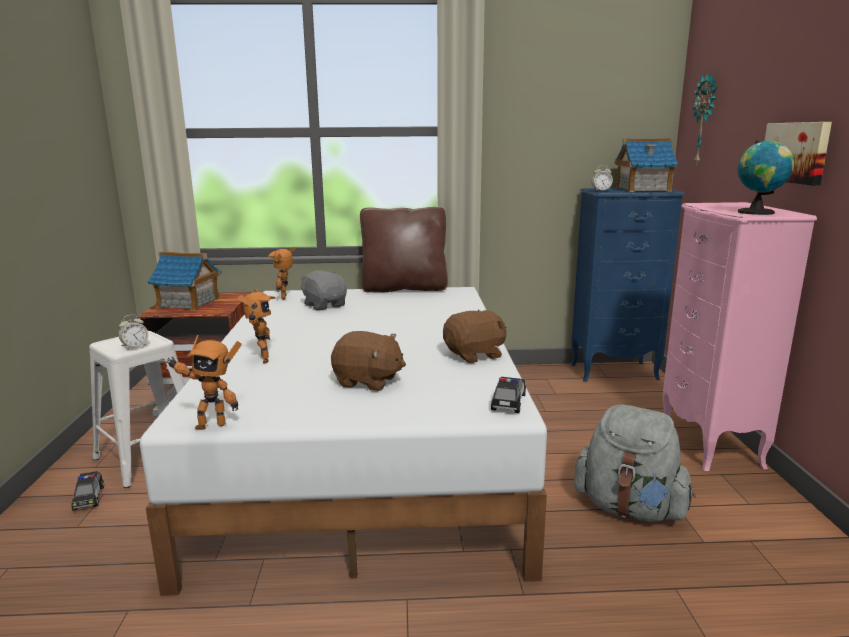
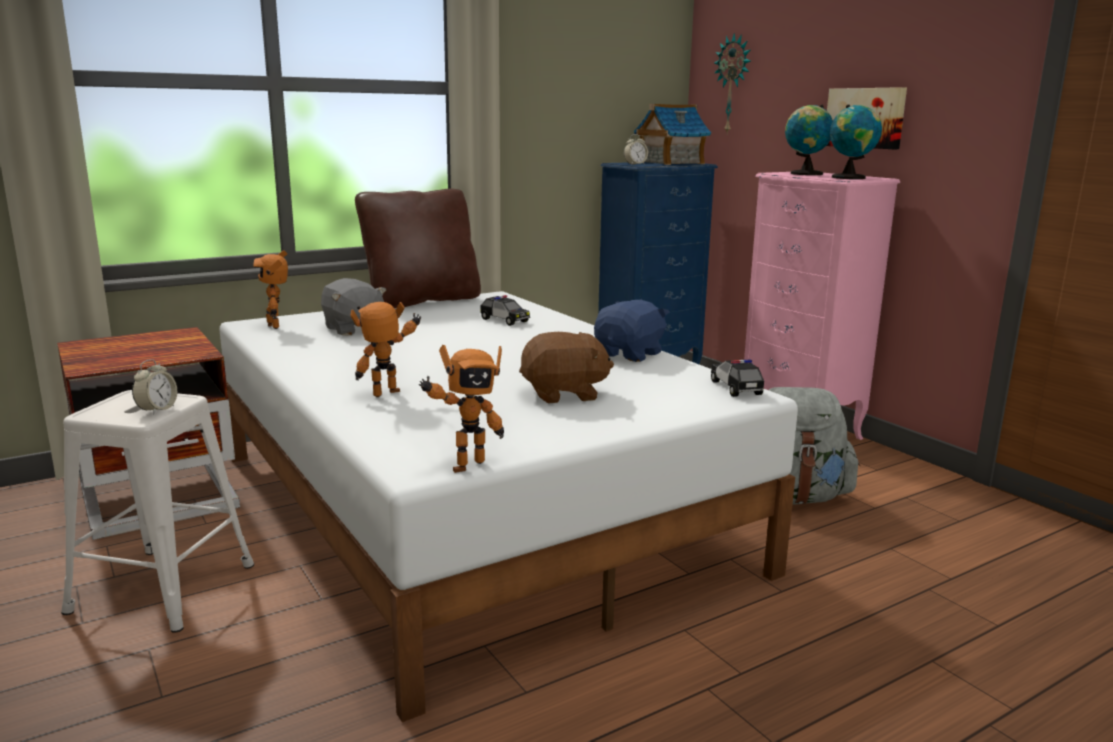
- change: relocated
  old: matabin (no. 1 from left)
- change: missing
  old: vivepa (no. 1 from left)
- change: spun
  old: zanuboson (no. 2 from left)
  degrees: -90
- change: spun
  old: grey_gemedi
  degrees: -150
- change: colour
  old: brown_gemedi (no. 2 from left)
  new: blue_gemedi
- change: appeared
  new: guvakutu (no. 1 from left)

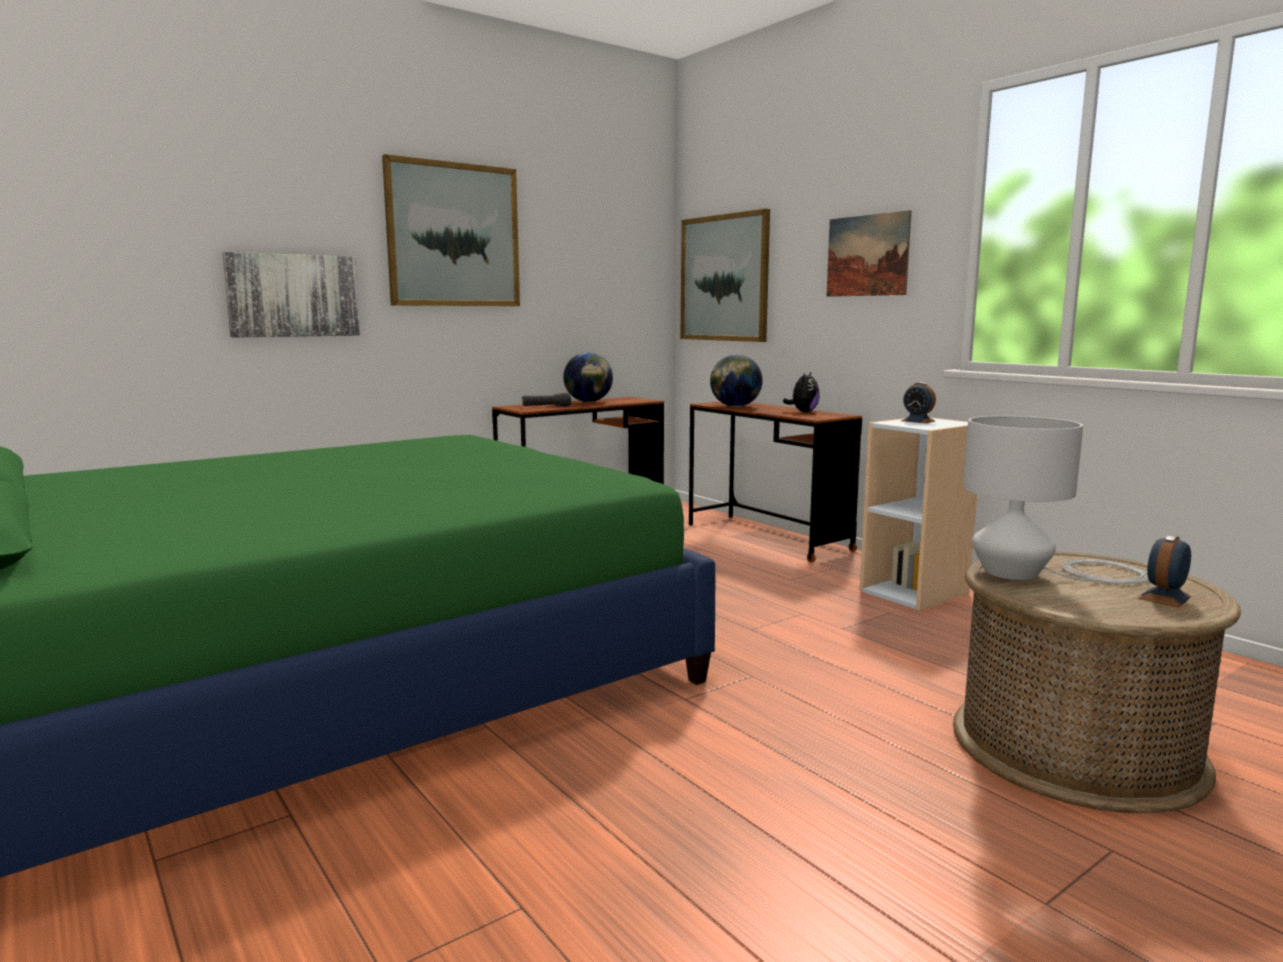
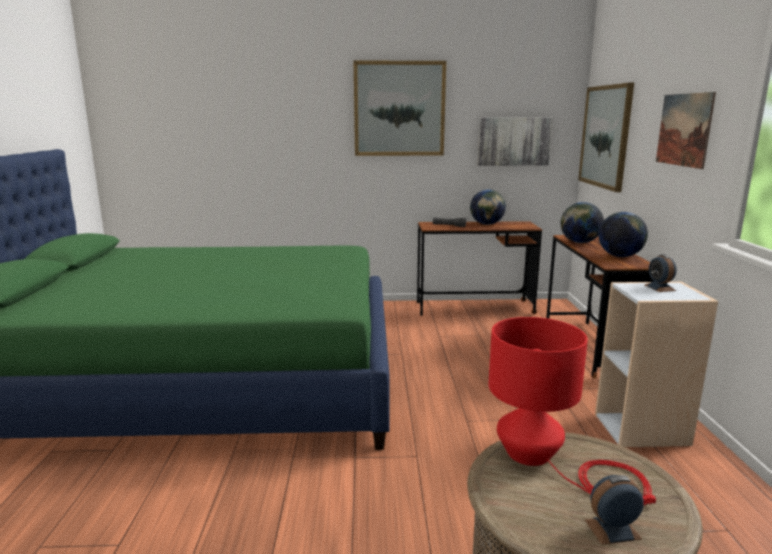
- change: relocated
  old: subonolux (no. 1 from left in the first image)
  new: subonolux (no. 2 from left)
- change: exchanged
  old: gemedi
  new: guvakutu (no. 3 from left)
- change: colour
  old: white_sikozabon
  new: red_sikozabon

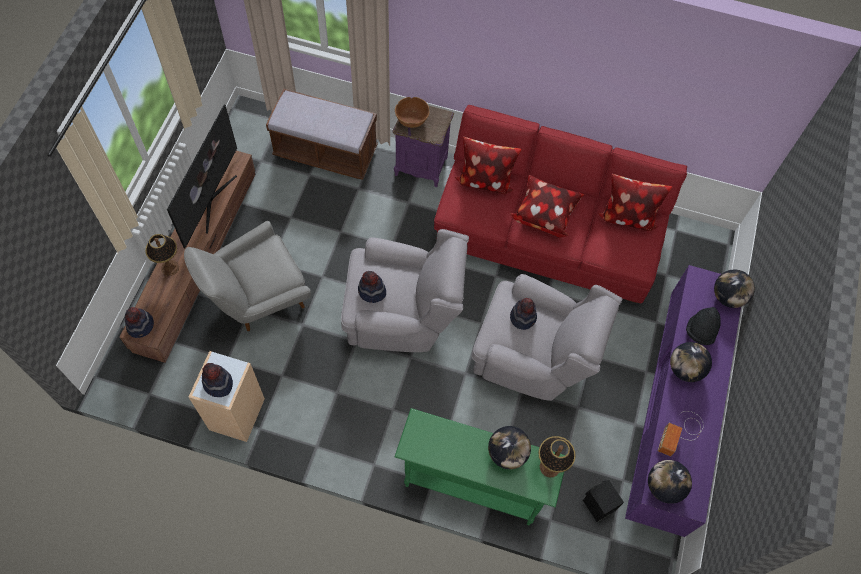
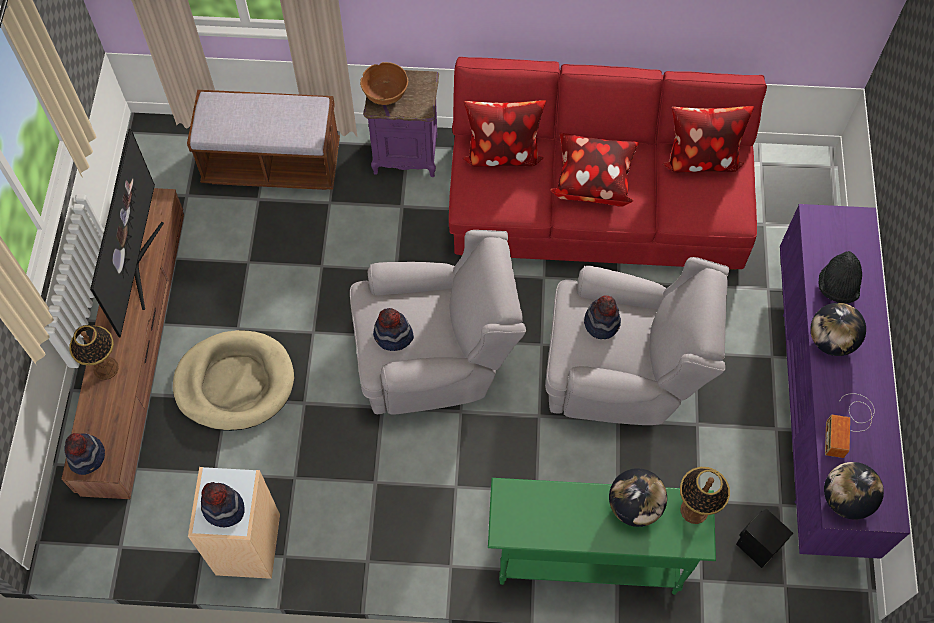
- change: exchanged
  old: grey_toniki (no. 1 from left)
  new: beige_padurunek
- change: missing
  old: guvakutu (no. 4 from left)

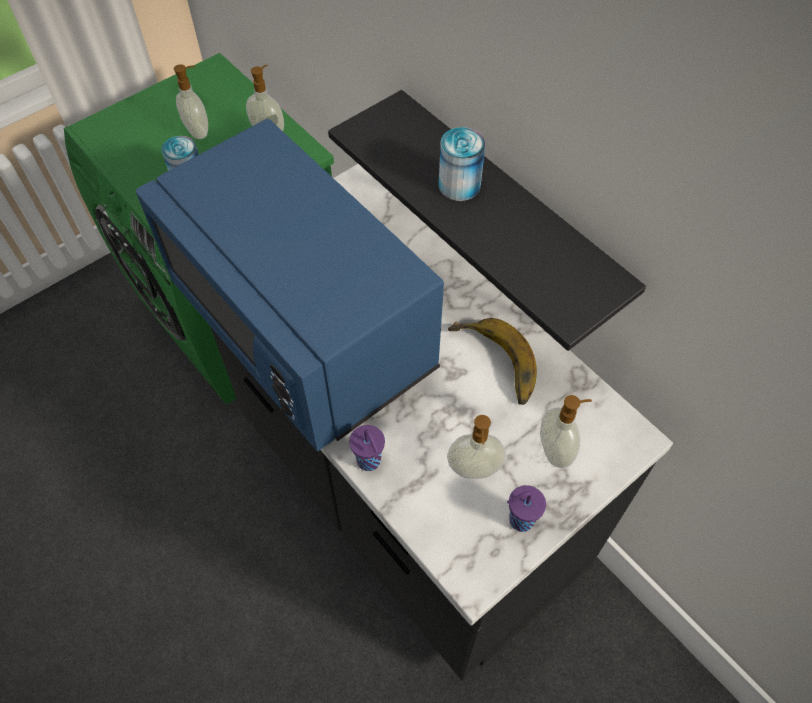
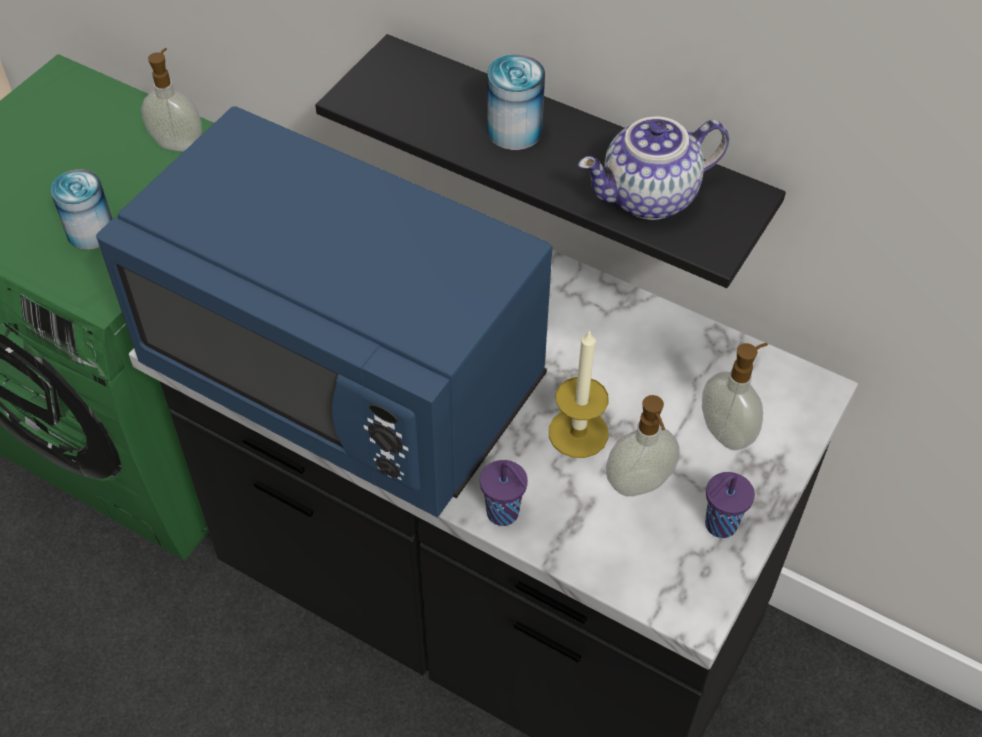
- change: missing
  old: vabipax (no. 1 from left)
- change: missing
  old: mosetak
- change: appeared
  new: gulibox
- change: appeared
  new: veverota

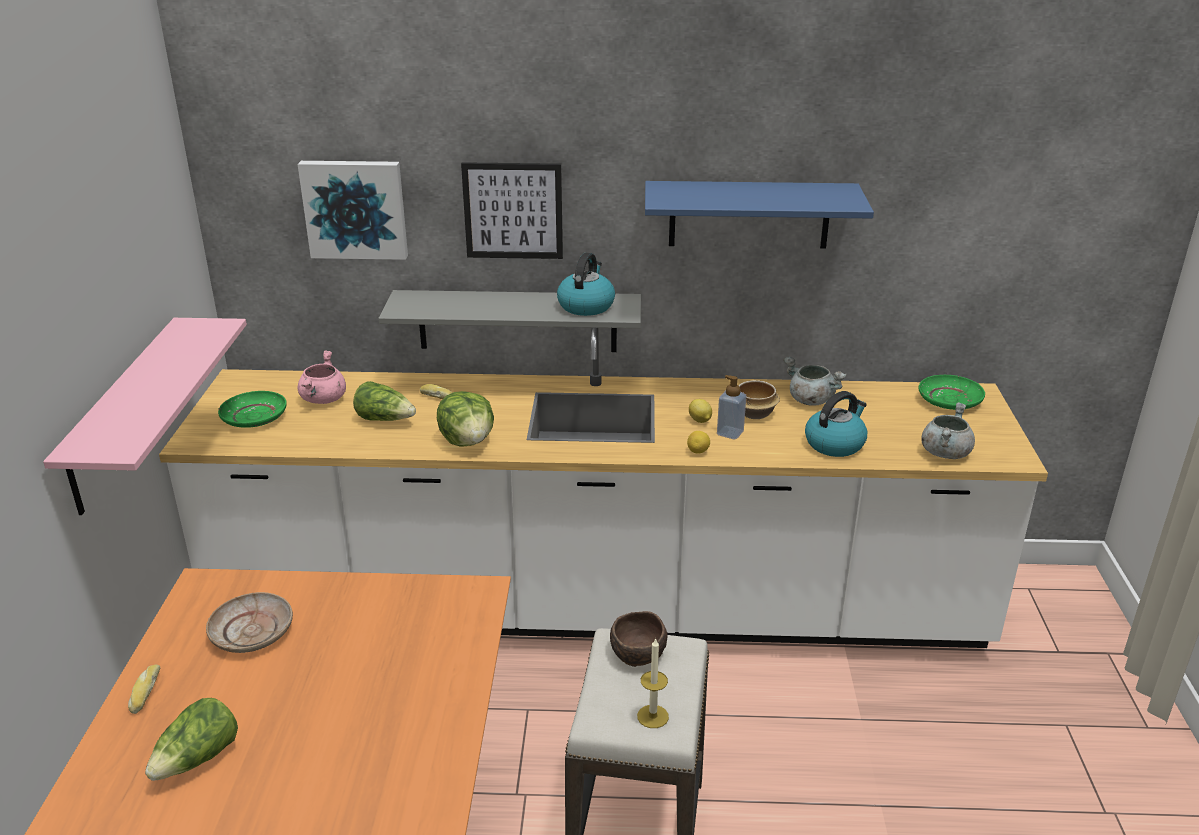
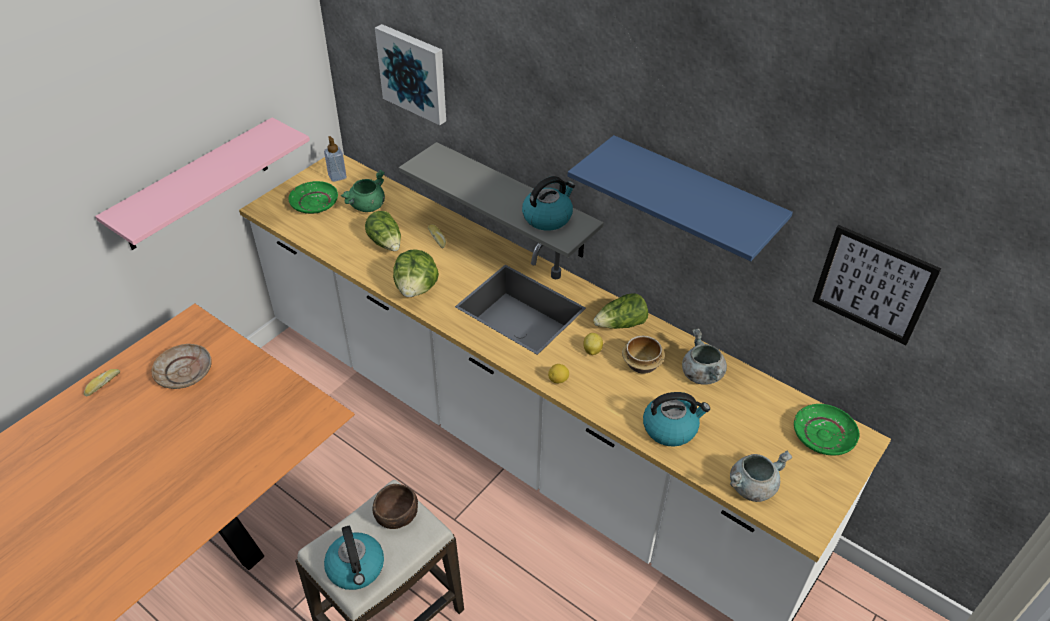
- change: relocated
  old: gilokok (no. 1 from left in the first image)
  new: gilokok (no. 3 from left)
- change: colour
  old: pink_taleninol
  new: green_taleninol
- change: relocated
  old: subonolux (no. 2 from left)
- change: exchanged
  old: gulibox
  new: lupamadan (no. 1 from left)
- change: relocated
  old: vabipax

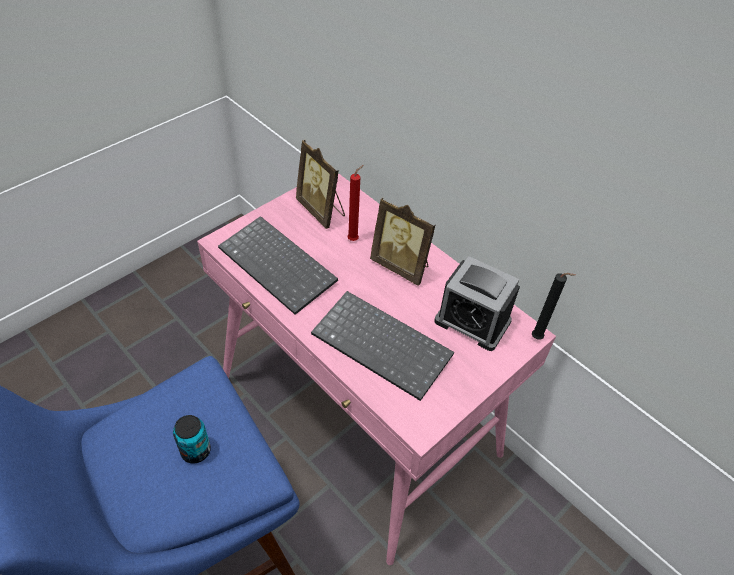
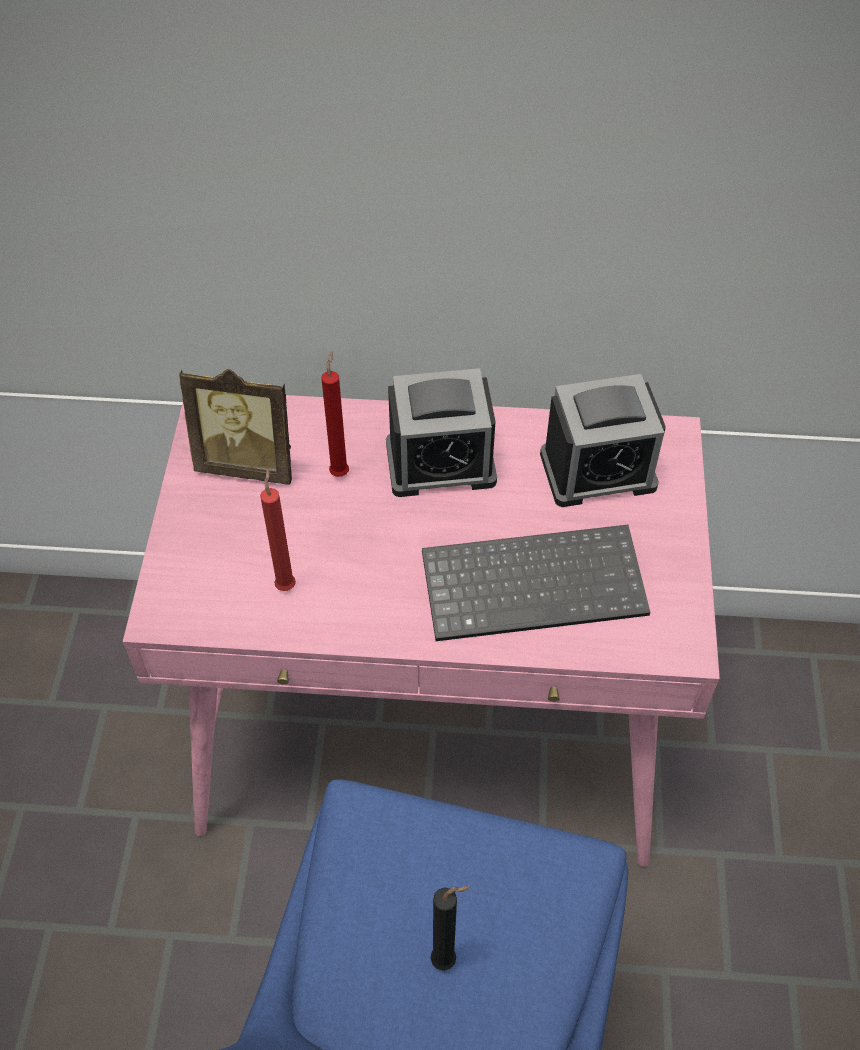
- change: missing
  old: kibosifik
- change: exchanged
  old: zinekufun (no. 1 from left)
  new: red_gulibox (no. 1 from left)
- change: exchanged
  old: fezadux (no. 2 from left)
  new: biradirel (no. 1 from left)
- change: relocated
  old: black_gulibox

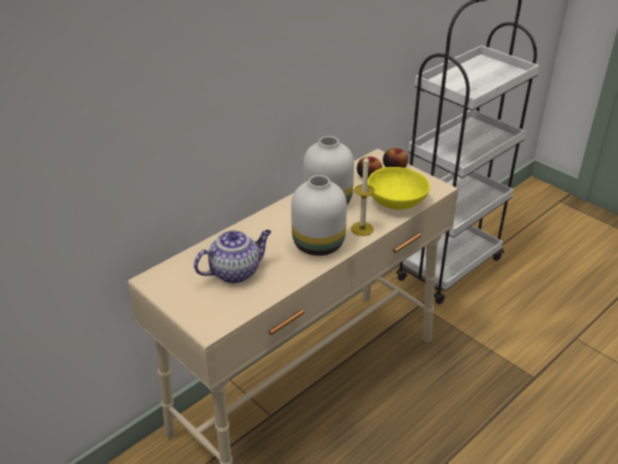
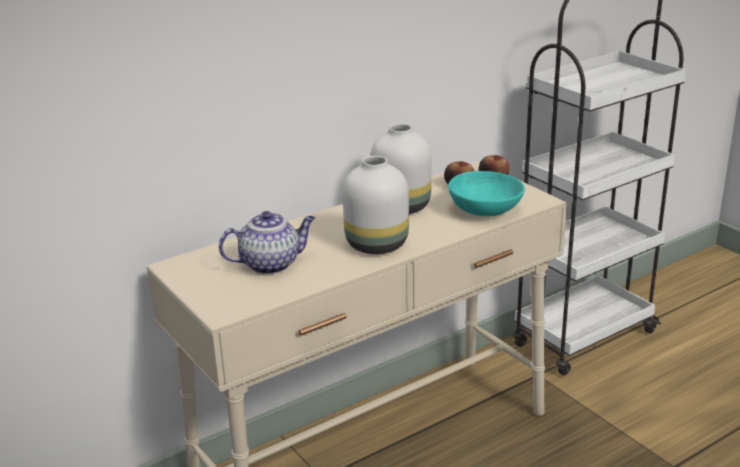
- change: missing
  old: gulibox
- change: colour
  old: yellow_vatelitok
  new: turquoise_vatelitok

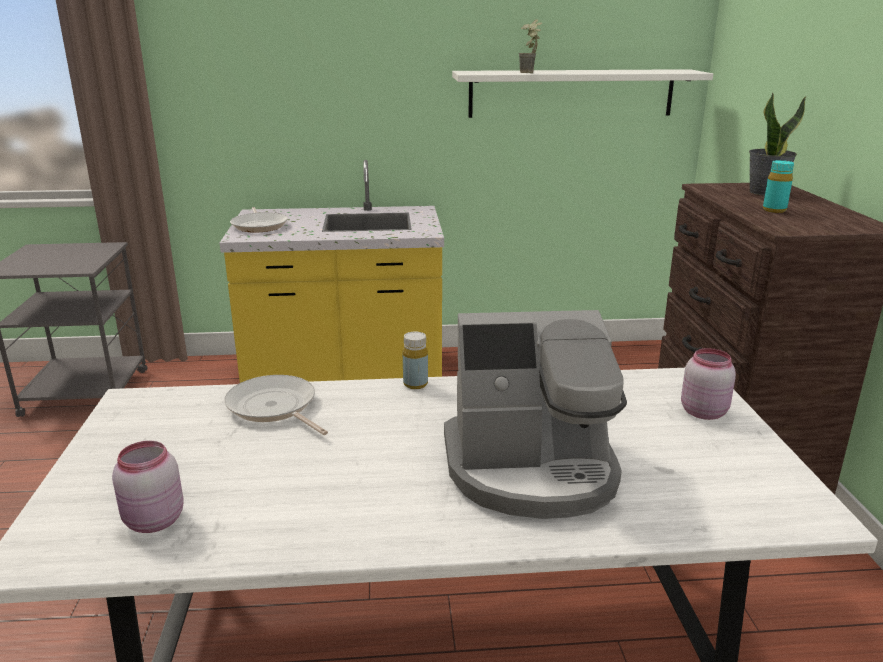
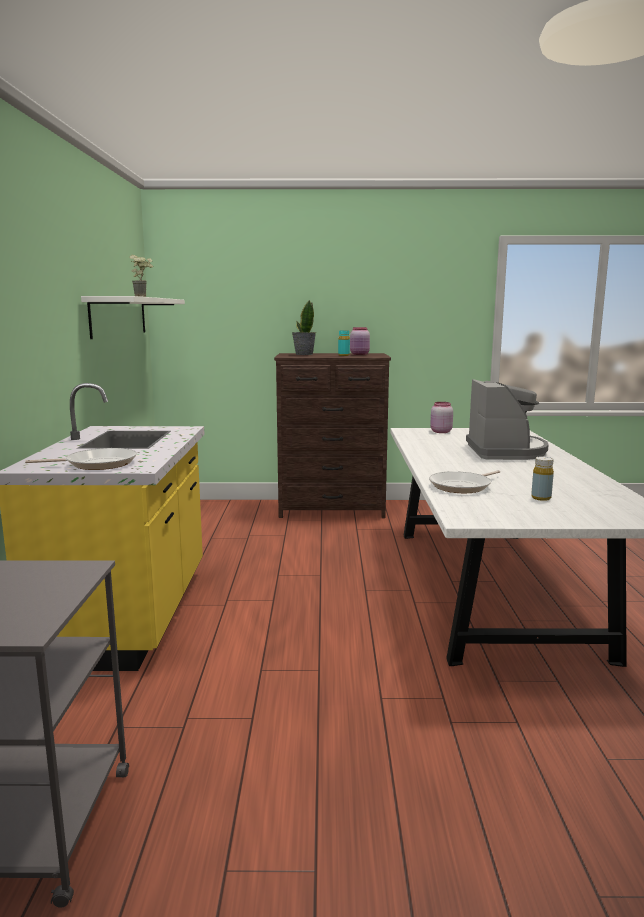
- change: relocated
  old: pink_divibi (no. 1 from left)
- change: relocated
  old: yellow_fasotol

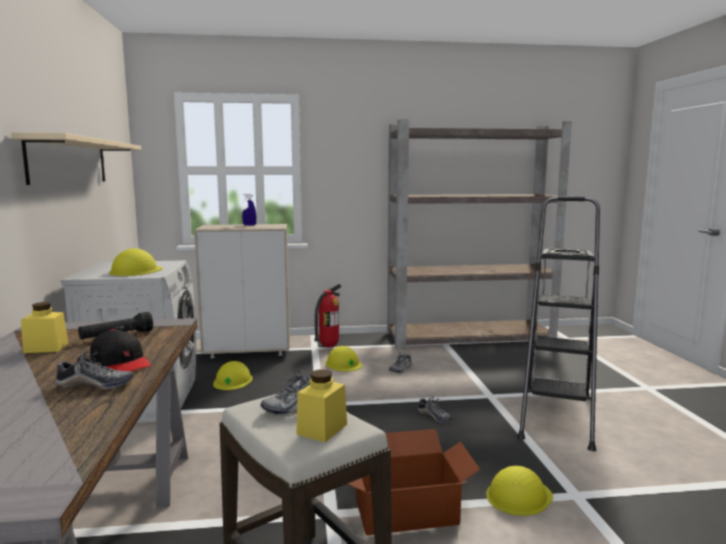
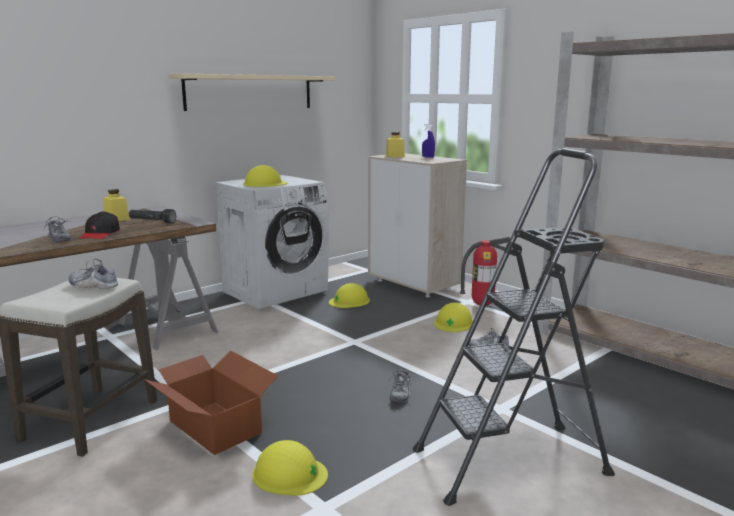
- change: relocated
  old: yellow_divibi (no. 2 from left)

